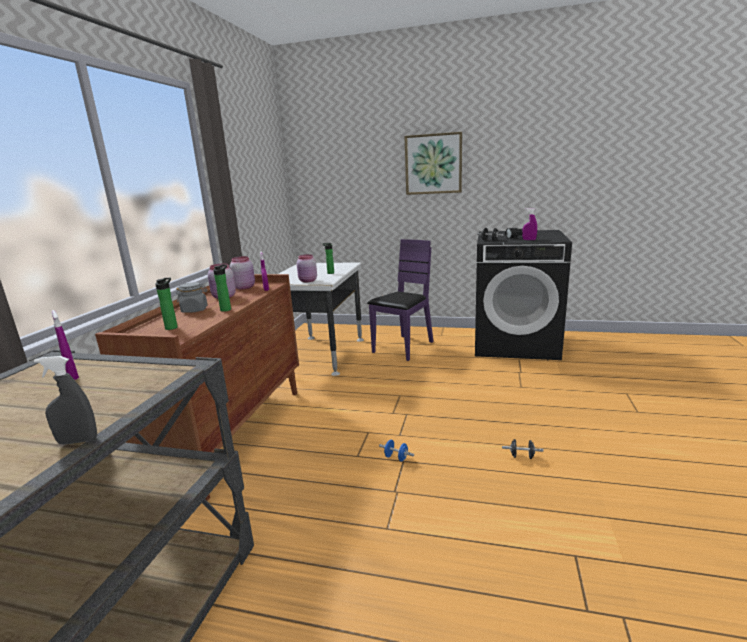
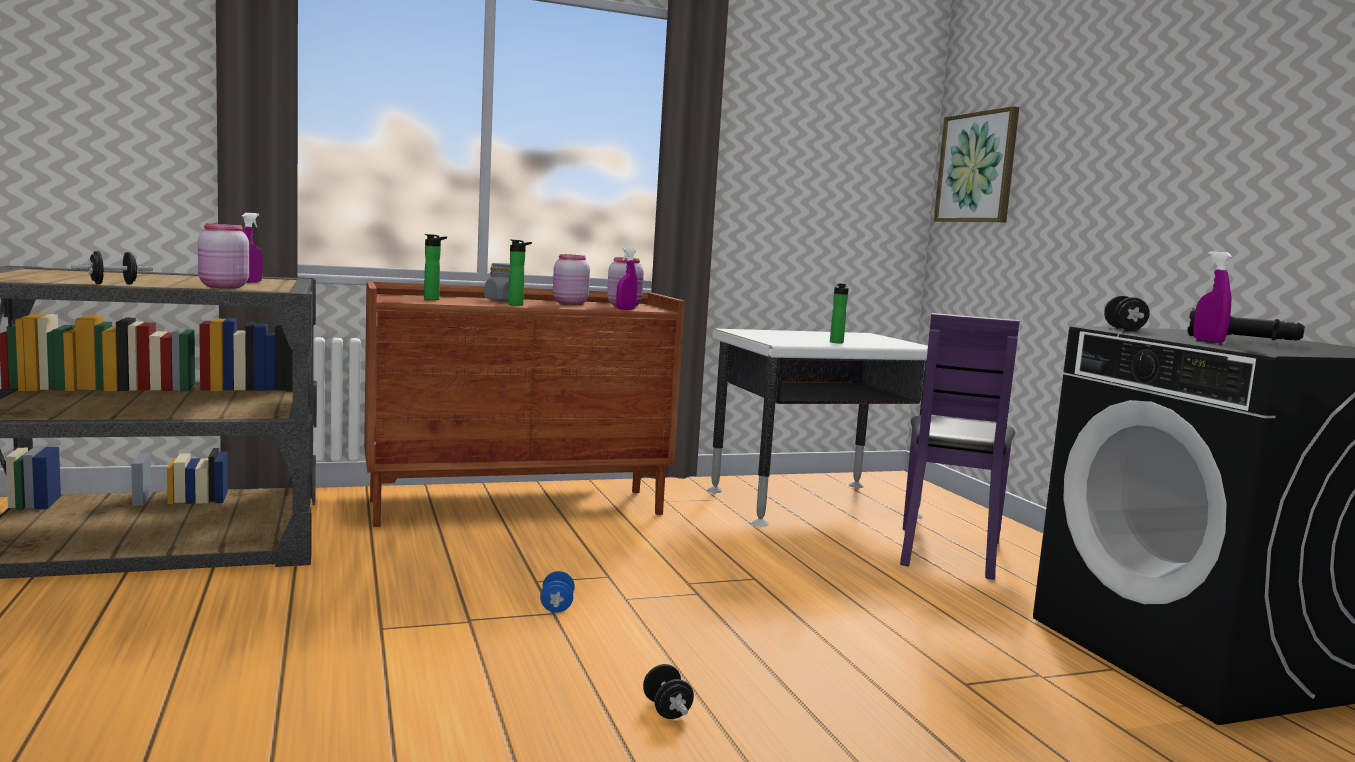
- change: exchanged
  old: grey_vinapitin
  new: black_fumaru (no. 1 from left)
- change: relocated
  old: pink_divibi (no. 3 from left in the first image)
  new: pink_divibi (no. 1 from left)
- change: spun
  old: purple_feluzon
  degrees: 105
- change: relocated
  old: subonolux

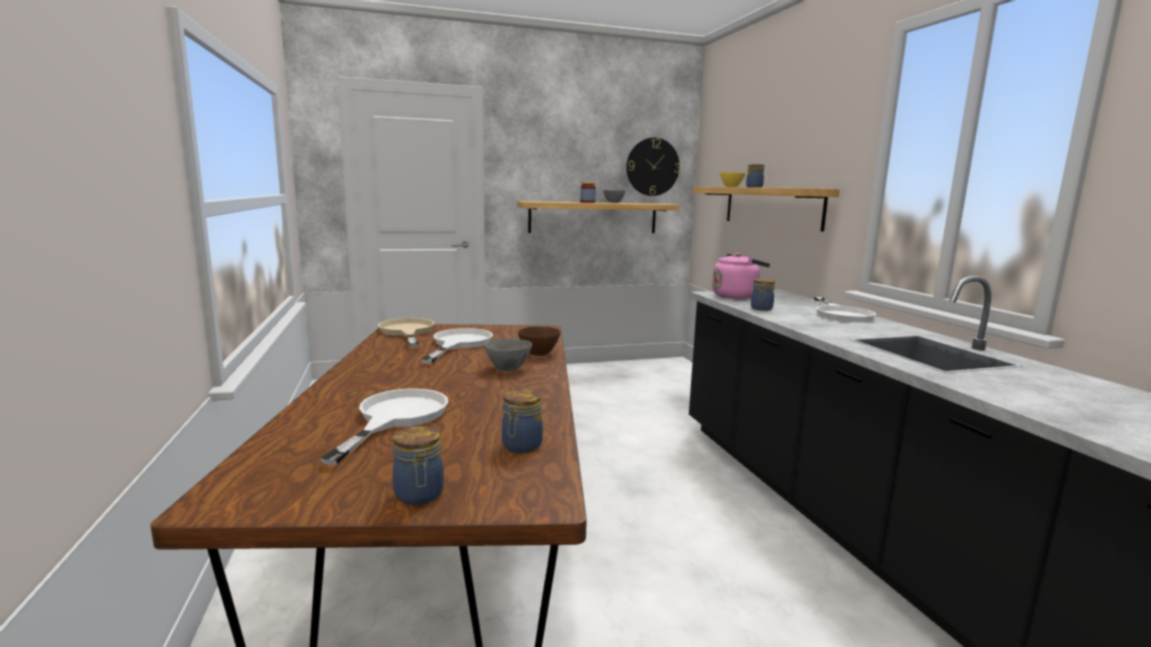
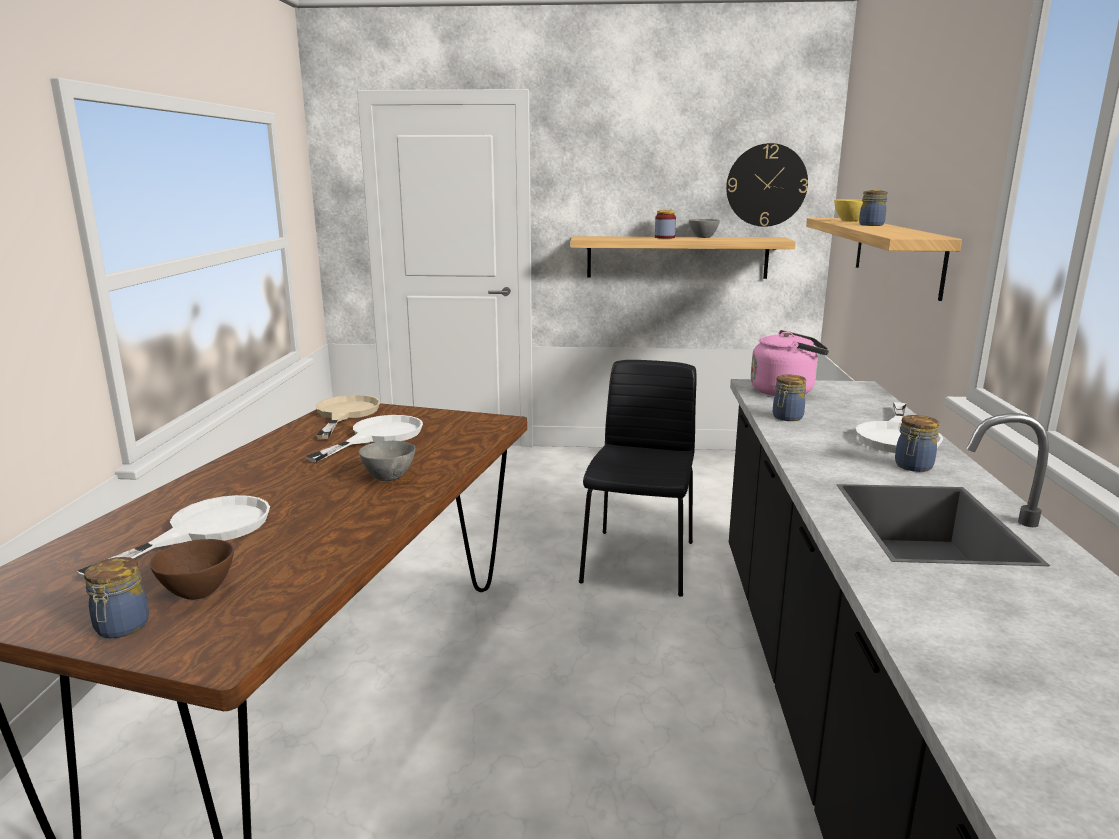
- change: relocated
  old: divibi (no. 2 from left in the first image)
  new: divibi (no. 5 from left)
- change: relocated
  old: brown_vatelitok
- change: appeared
  new: black_feluzon

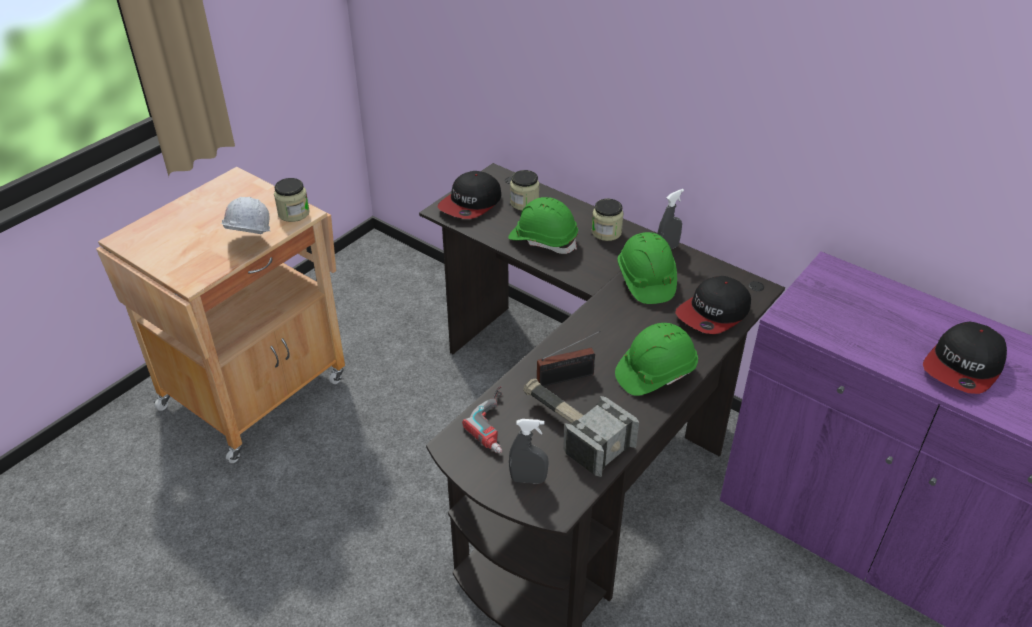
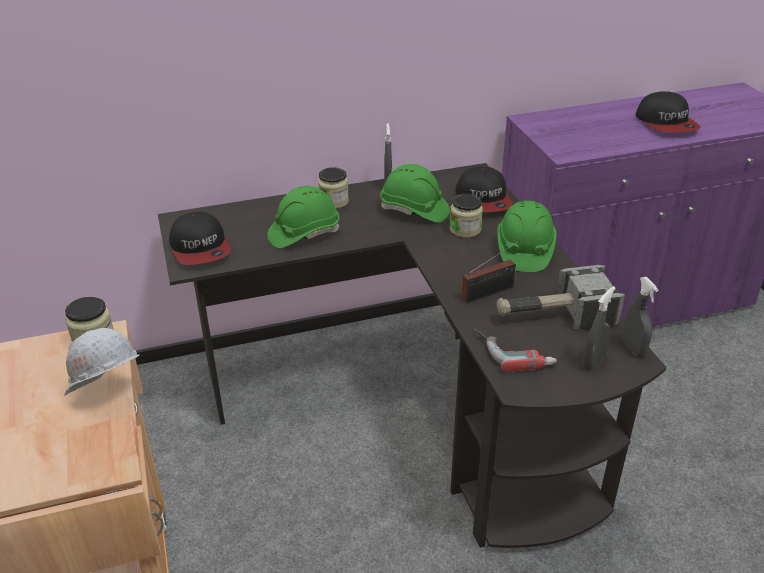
- change: relocated
  old: divibi (no. 2 from left in the first image)
  new: divibi (no. 3 from left)
- change: spun
  old: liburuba
  degrees: 45
- change: appeared
  new: grey_vinapitin (no. 3 from left)

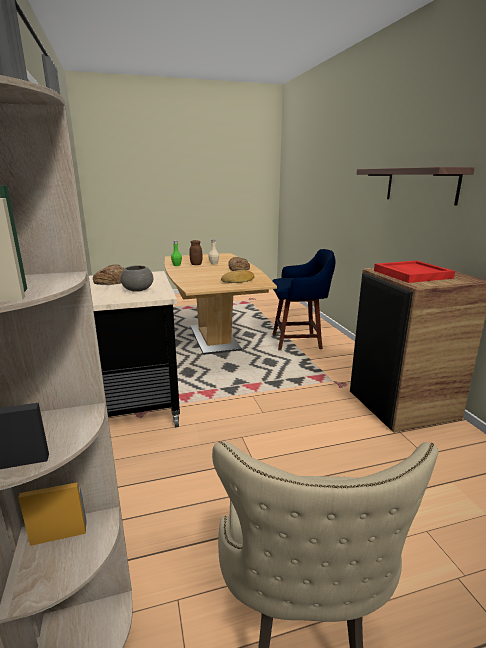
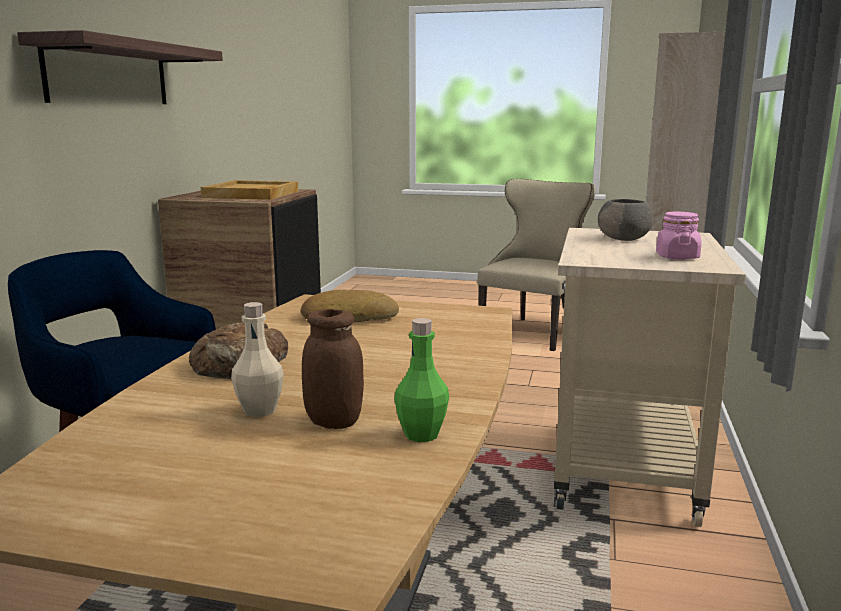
- change: colour
  old: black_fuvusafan
  new: beige_fuvusafan
- change: exchanged
  old: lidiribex (no. 1 from left)
  new: pink_divibi
- change: colour
  old: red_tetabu
  new: beige_tetabu

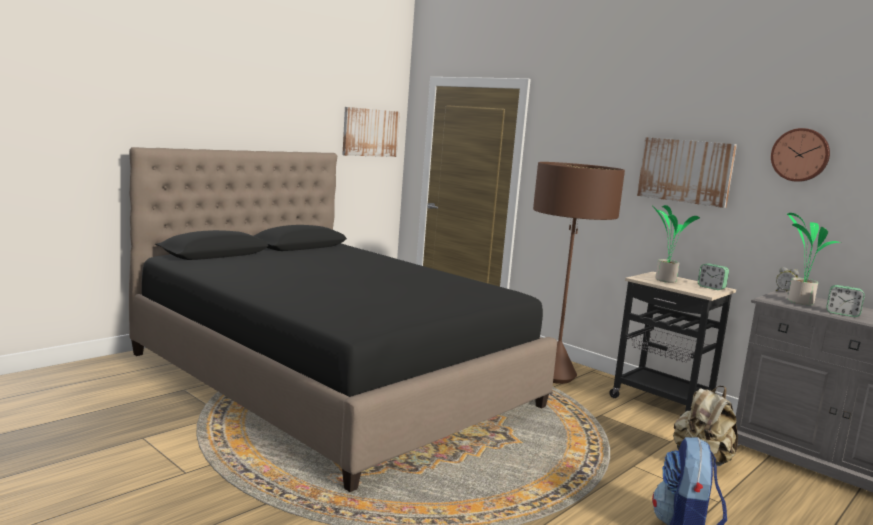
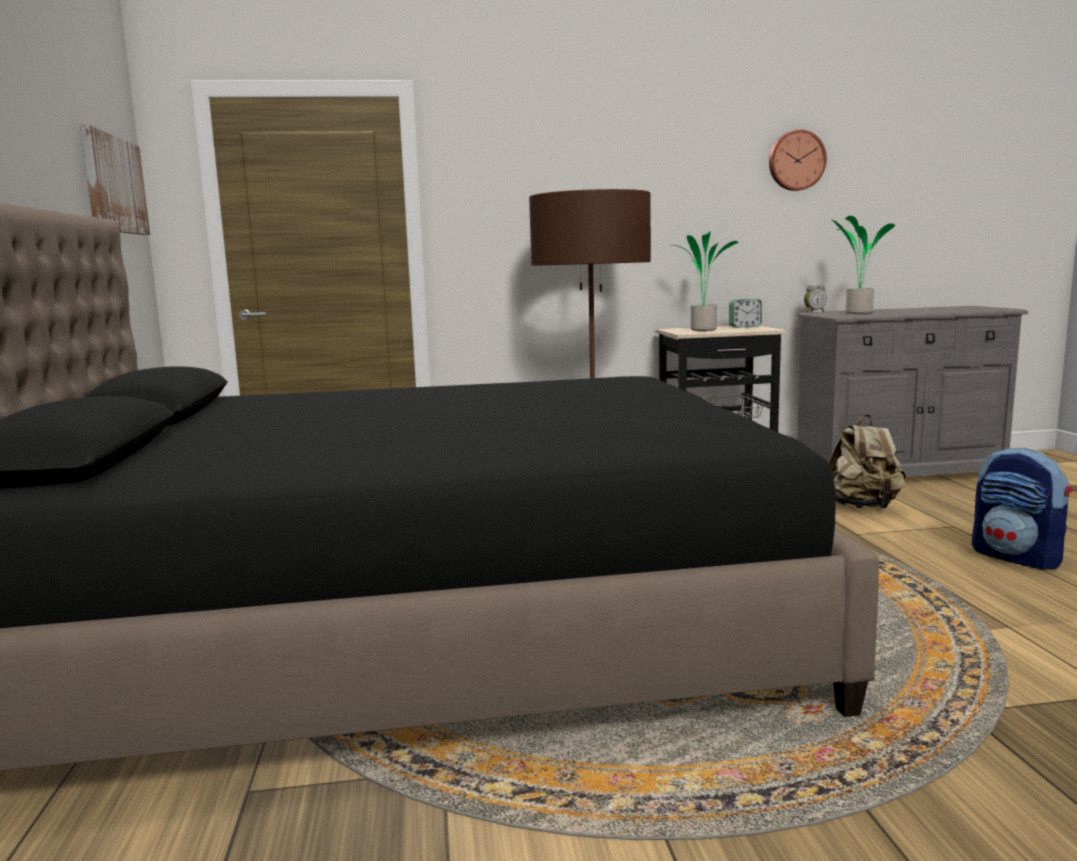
- change: missing
  old: subonolux (no. 2 from left)
- change: missing
  old: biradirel (no. 3 from left)

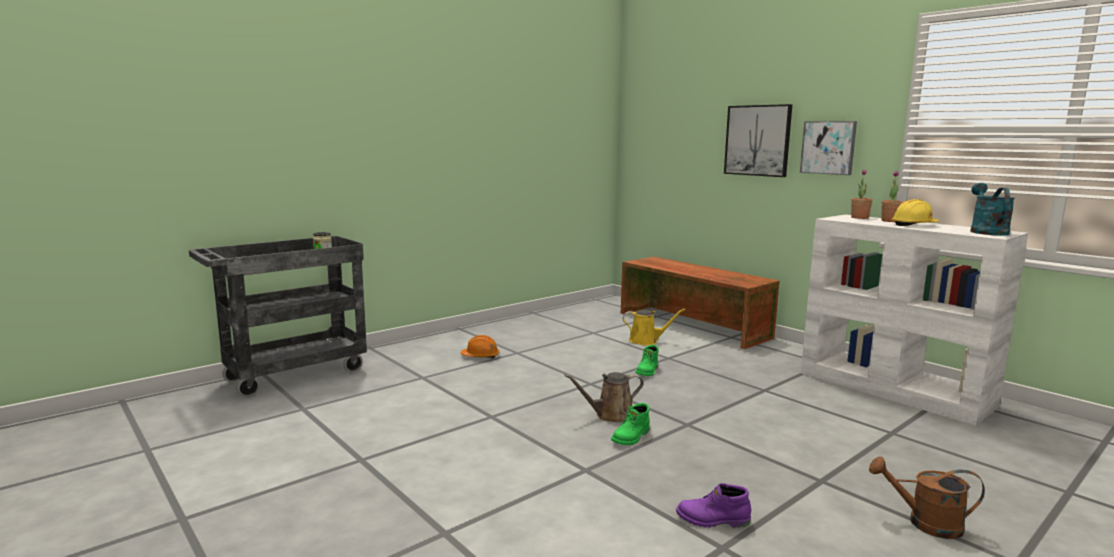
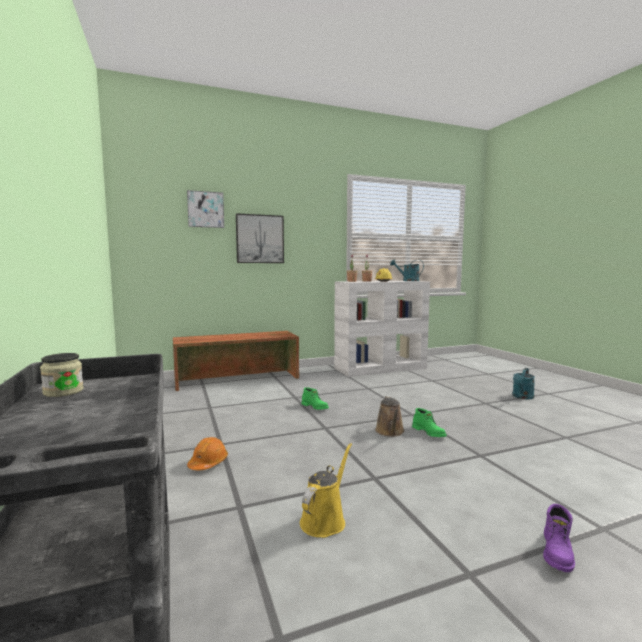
- change: relocated
  old: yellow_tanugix
- change: relocated
  old: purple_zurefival
- change: relocated
  old: subonolux (no. 2 from left in the first image)
  new: subonolux (no. 1 from left)
- change: colour
  old: brown_tanugix (no. 2 from left)
  new: turquoise_tanugix (no. 2 from left)

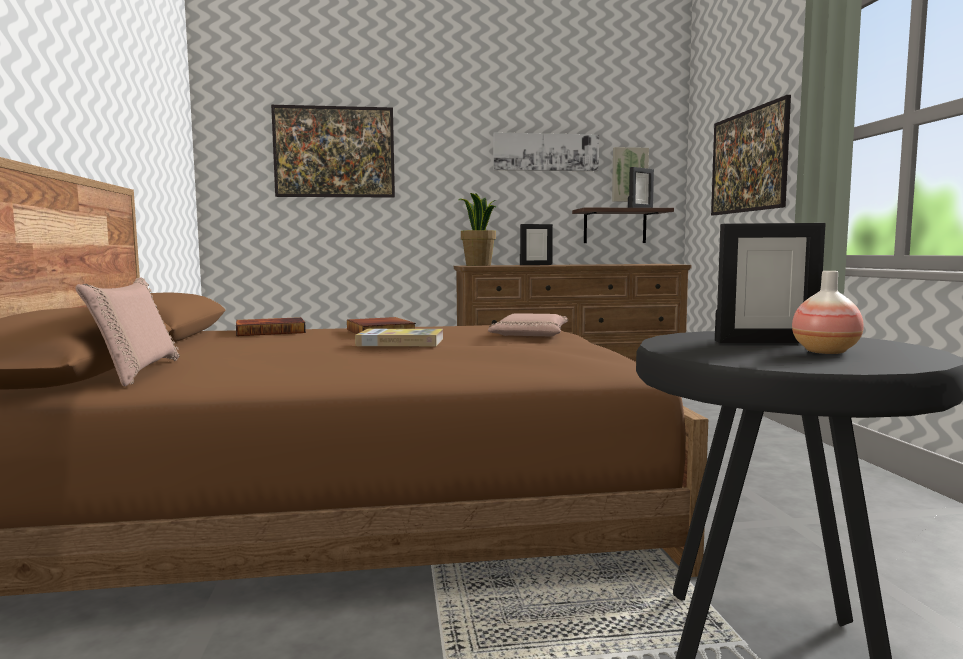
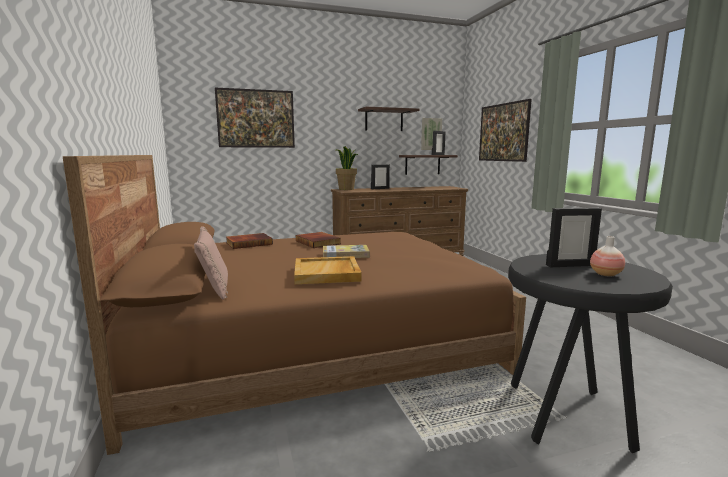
- change: missing
  old: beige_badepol (no. 2 from left)
- change: exchanged
  old: subonolux (no. 2 from left)
  new: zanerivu (no. 1 from left)
- change: appeared
  new: beige_tetabu

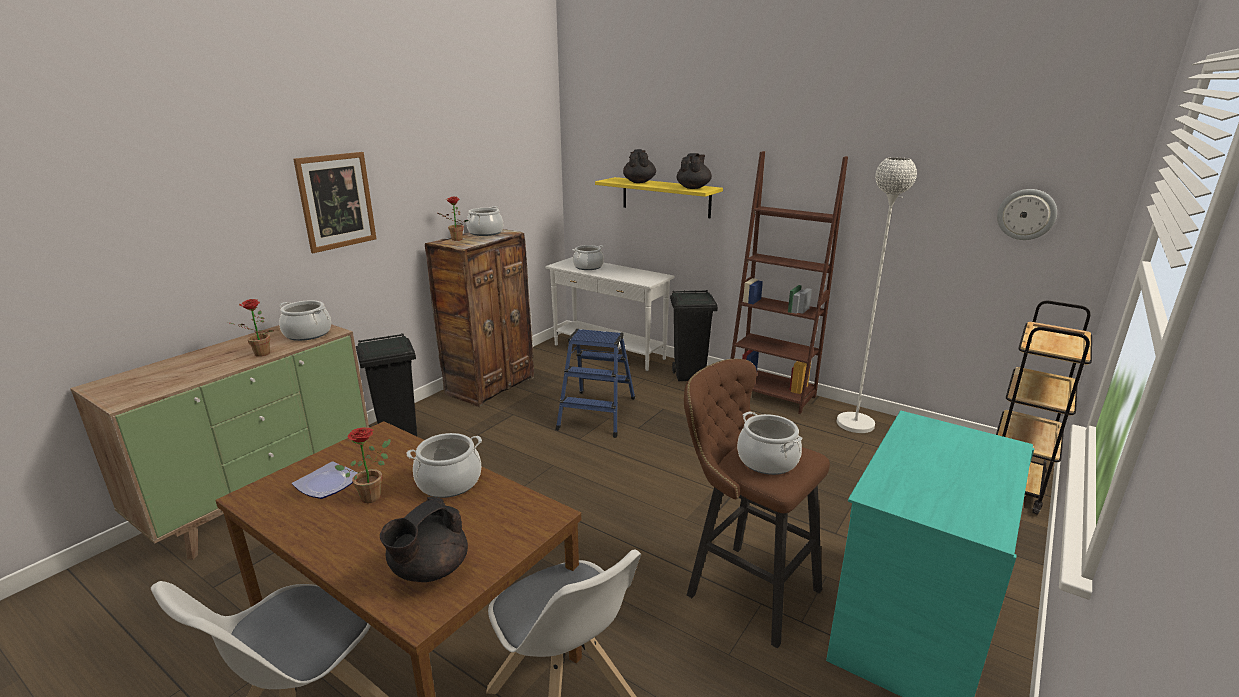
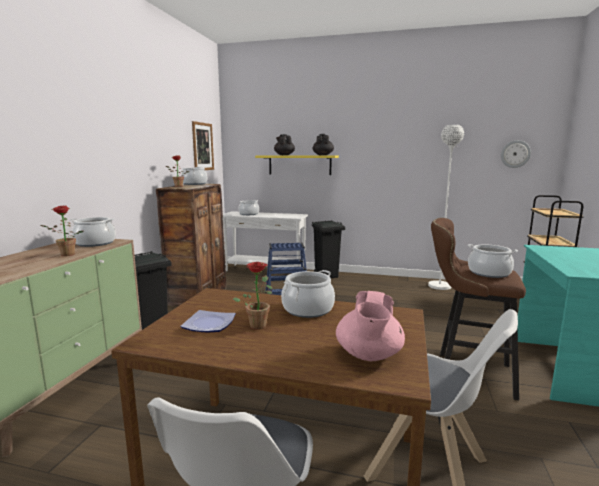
- change: relocated
  old: subonolux
- change: colour
  old: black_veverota (no. 1 from left)
  new: pink_veverota
- change: missing
  old: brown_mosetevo

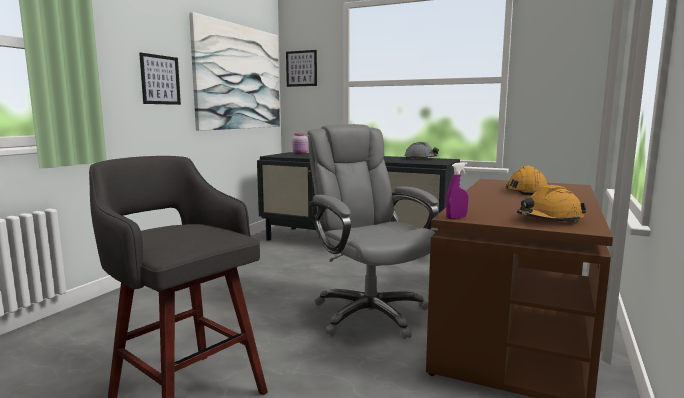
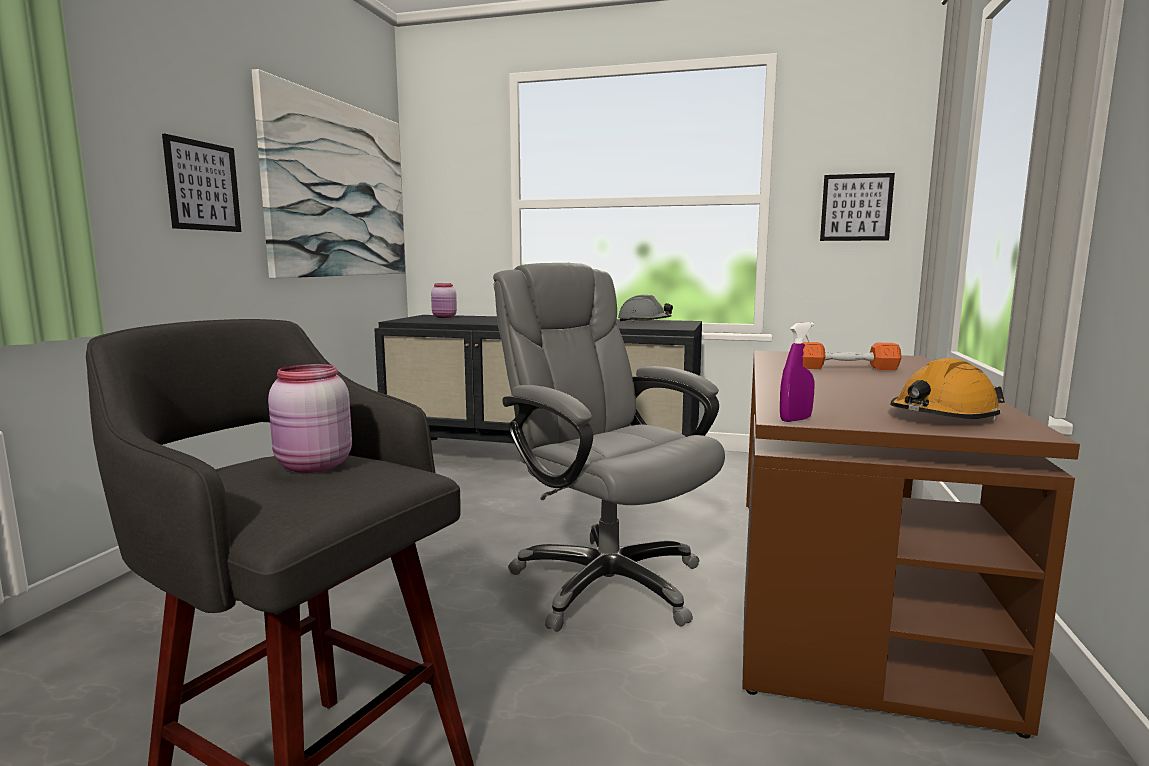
- change: relocated
  old: subonolux (no. 3 from left)
- change: exchanged
  old: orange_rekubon (no. 1 from left)
  new: orange_fumaru
- change: appeared
  new: pink_divibi (no. 1 from left)

